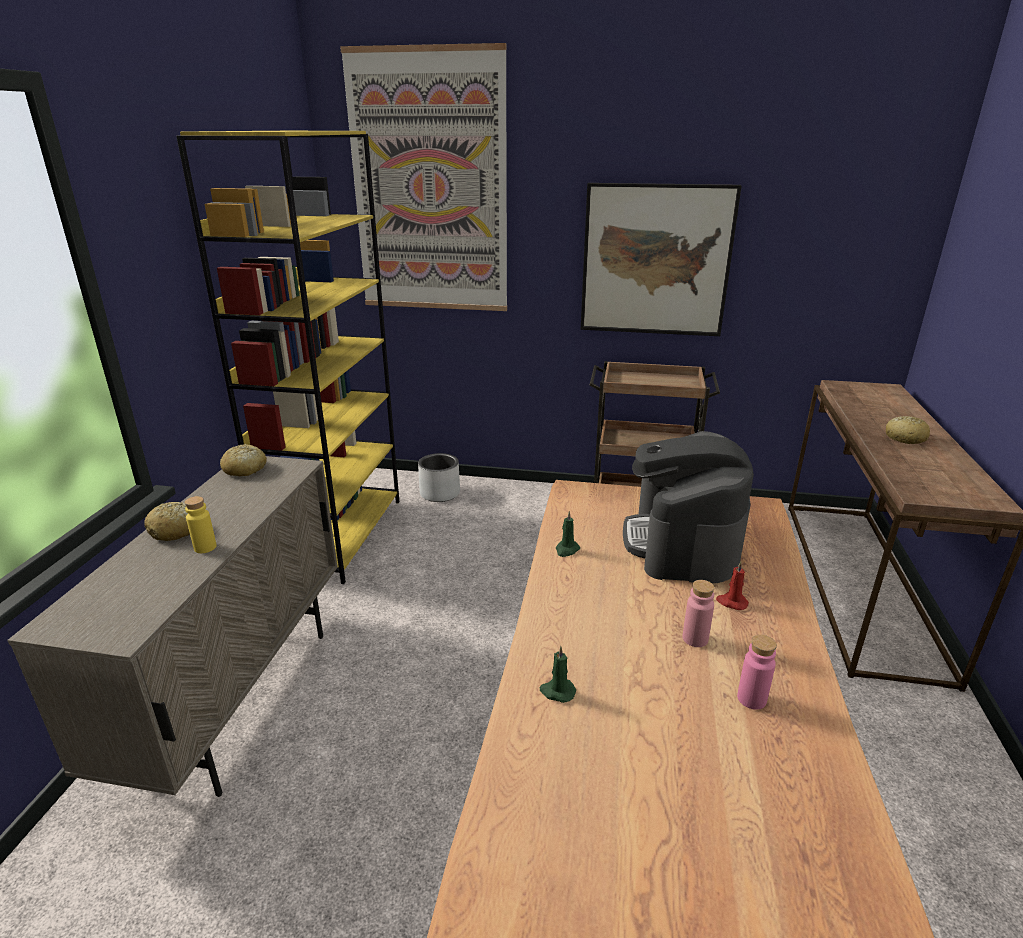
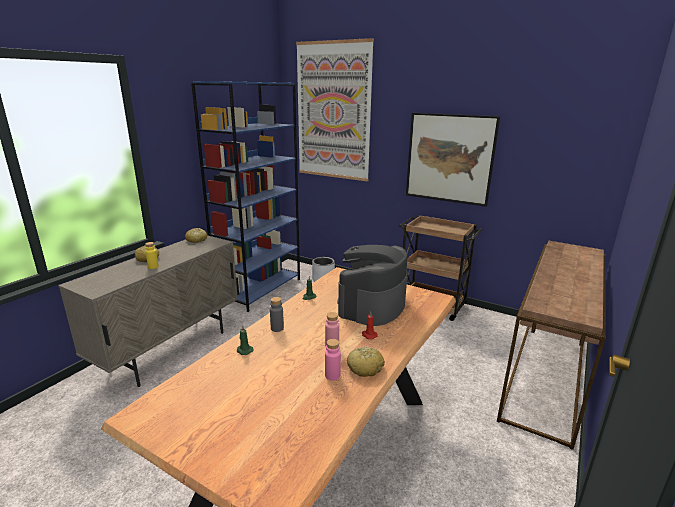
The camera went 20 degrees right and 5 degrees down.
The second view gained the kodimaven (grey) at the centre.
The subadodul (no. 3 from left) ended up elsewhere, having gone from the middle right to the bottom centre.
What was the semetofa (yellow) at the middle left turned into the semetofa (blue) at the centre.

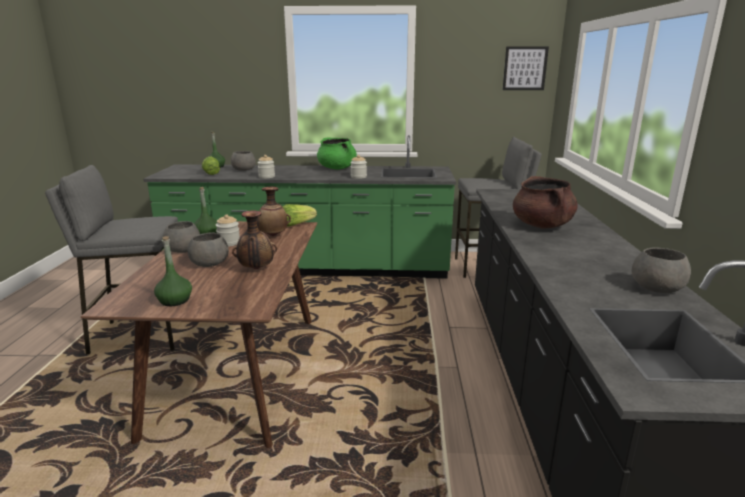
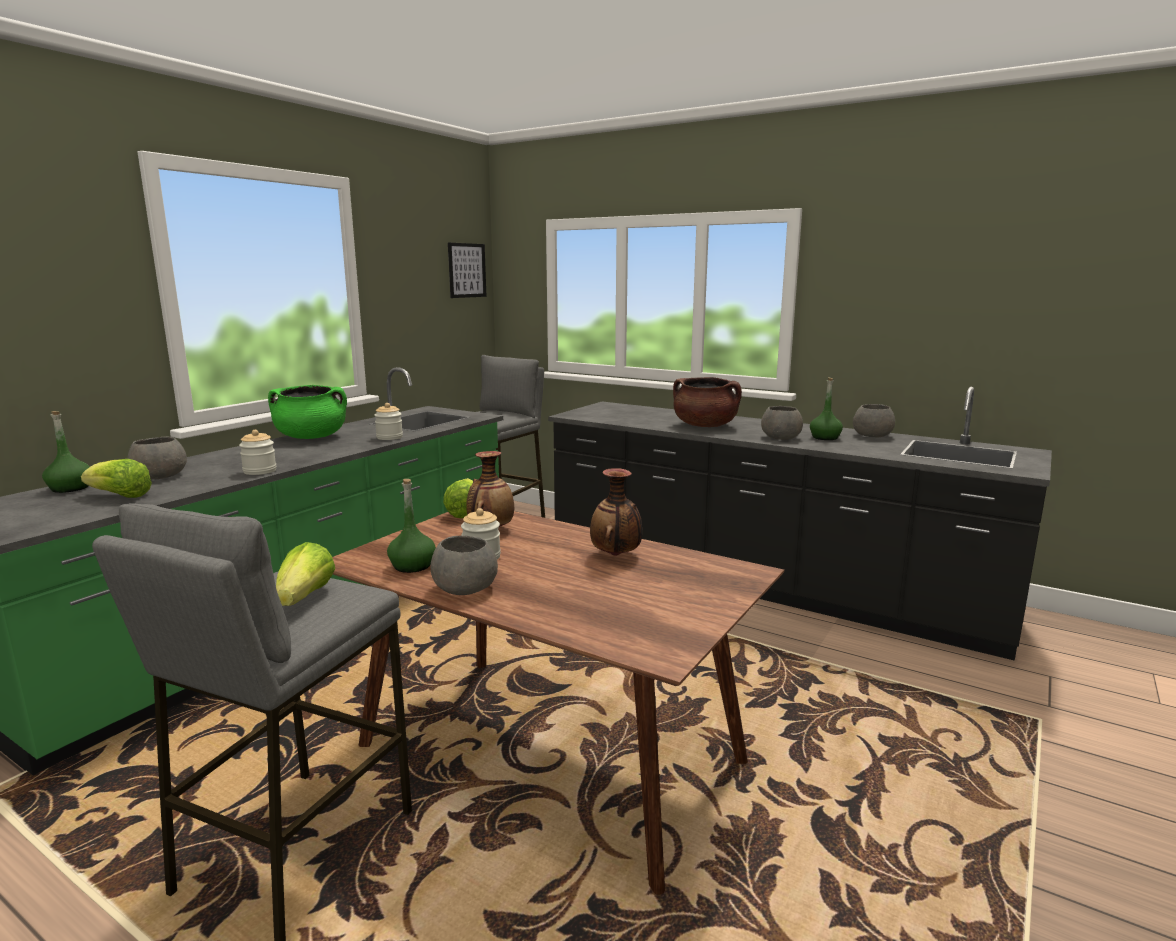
The camera went 60 degrees left and 5 degrees down.
The second view gained the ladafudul (no. 2 from left) at the middle left.
The kodimaven (green) (no. 1 from left in the first image) ended up elsewhere, having gone from the middle left to the middle right.
The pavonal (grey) (no. 2 from left in the first image) ended up elsewhere, having gone from the middle left to the centre.

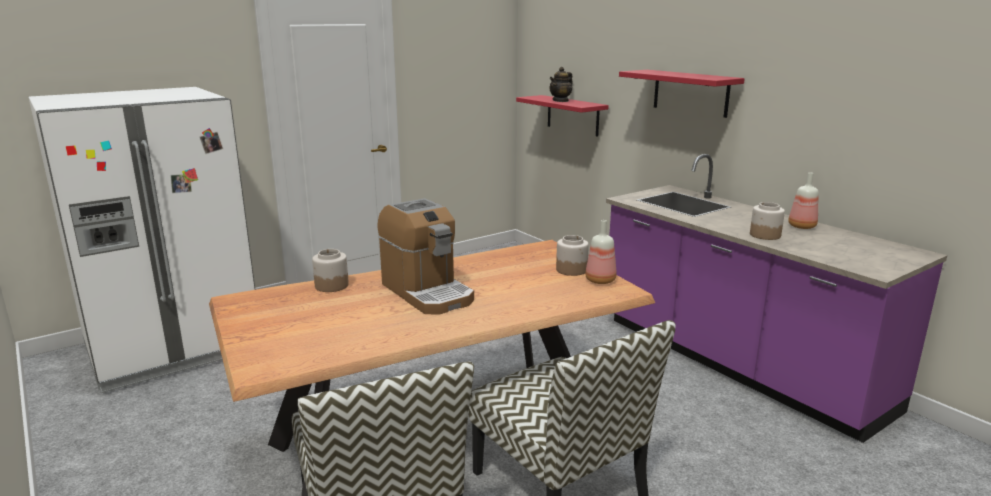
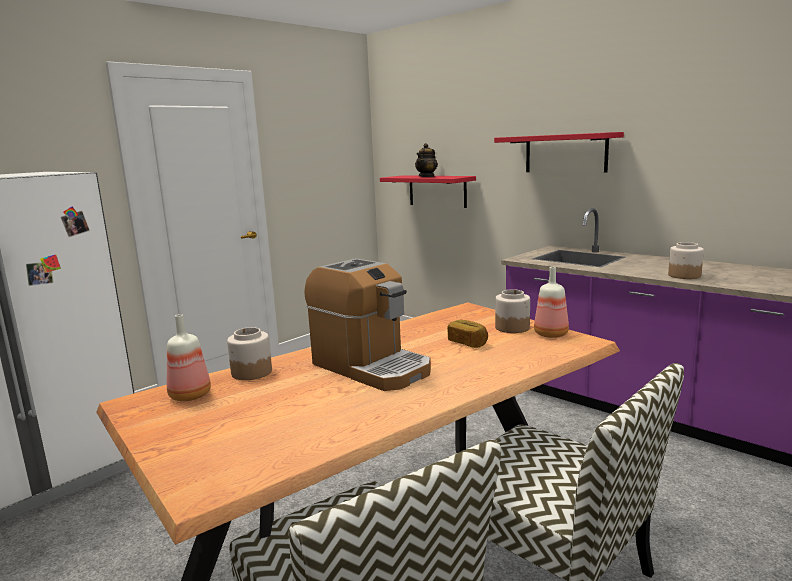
The camera went 10 degrees left and 5 degrees down.
The second view gained the subadodul at the centre.
The kodimaven (no. 2 from left in the first image) ended up elsewhere, having gone from the middle right to the middle left.

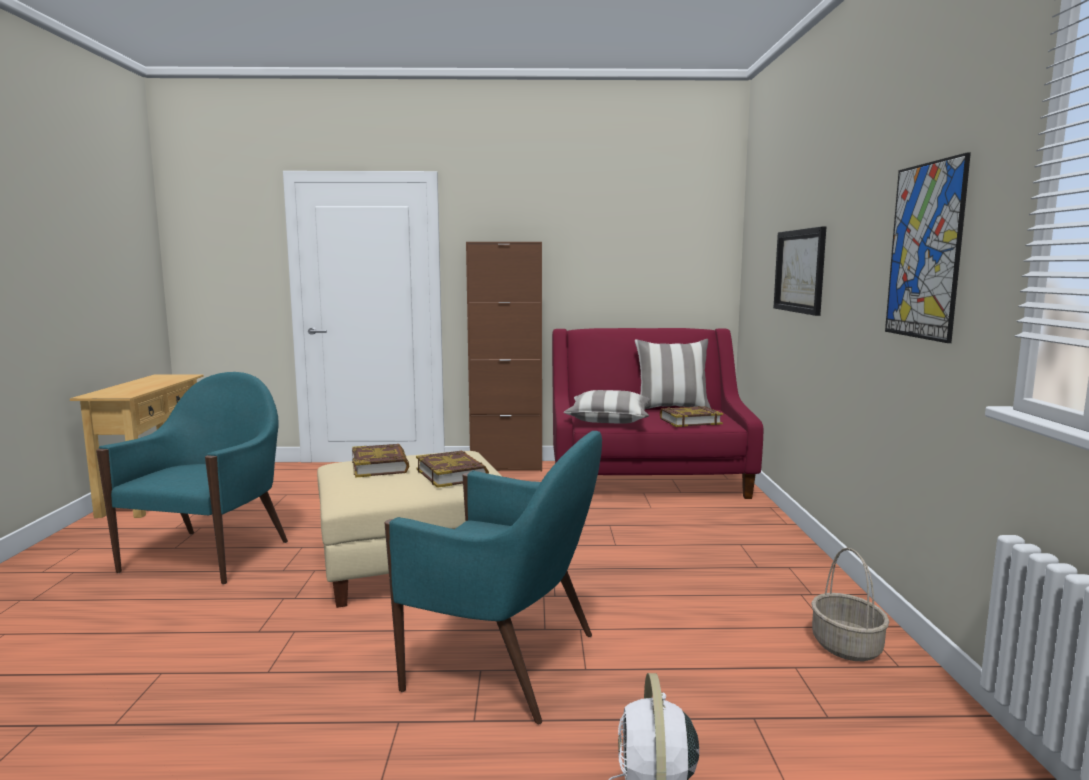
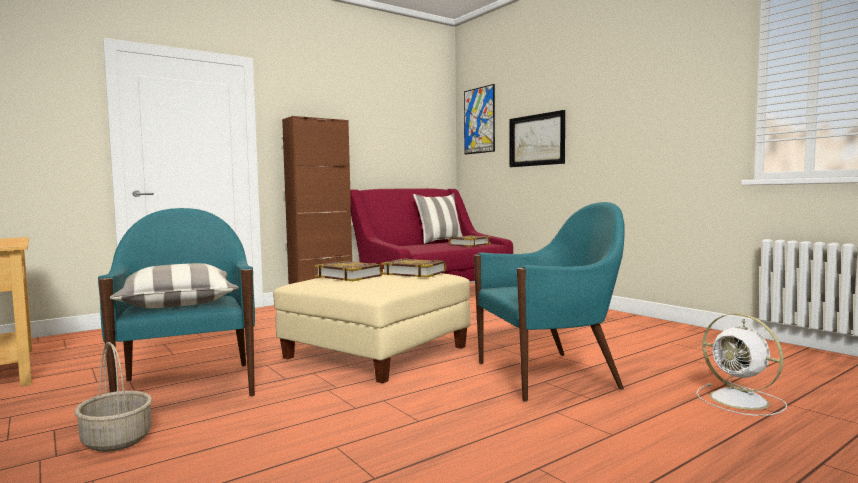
The camera went 35 degrees left and 5 degrees down.
The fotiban (no. 1 from left) ended up elsewhere, having gone from the centre to the middle left.
The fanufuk ended up elsewhere, having gone from the bottom right to the bottom left.
The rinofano (no. 2 from left in the first image) ended up elsewhere, having gone from the top right to the top centre.

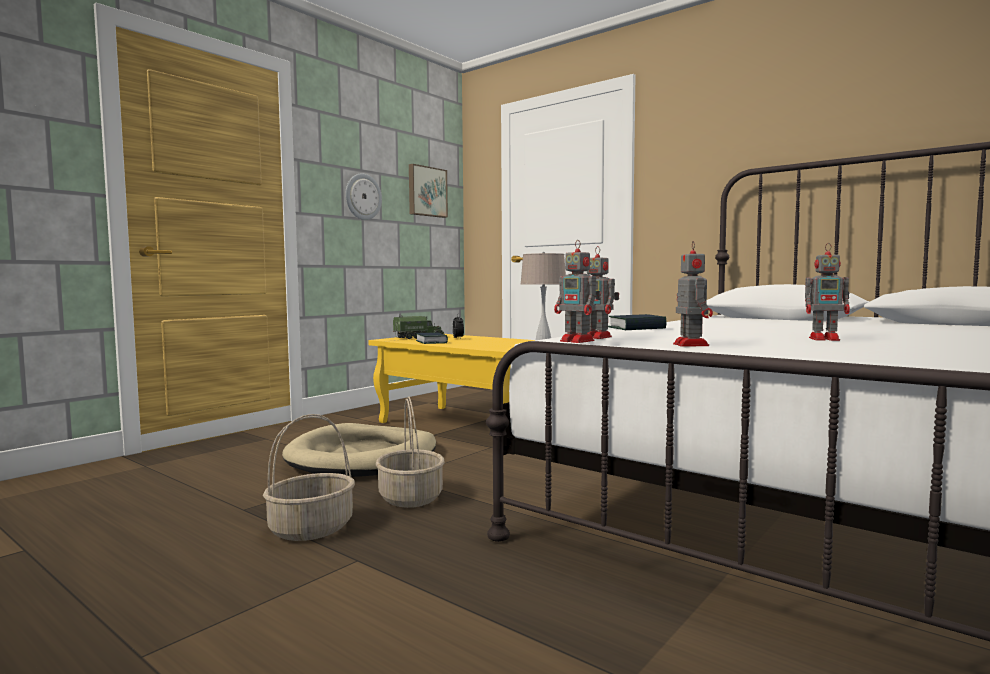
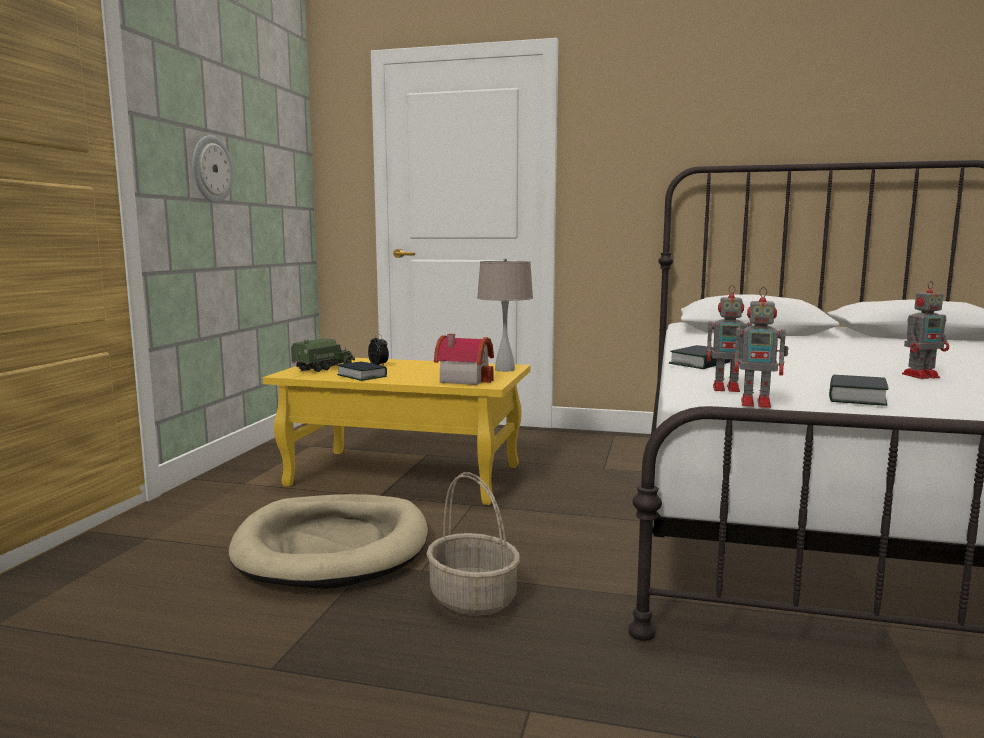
The camera went 25 degrees left and 5 degrees up.
The second view lost the fanufuk (no. 1 from left) at the bottom left.
The second view lost the rinofano at the top centre.
The second view gained the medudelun at the centre.
Where the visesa (no. 3 from left) stood at the middle right, the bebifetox (no. 3 from left) came to stand at the middle right.

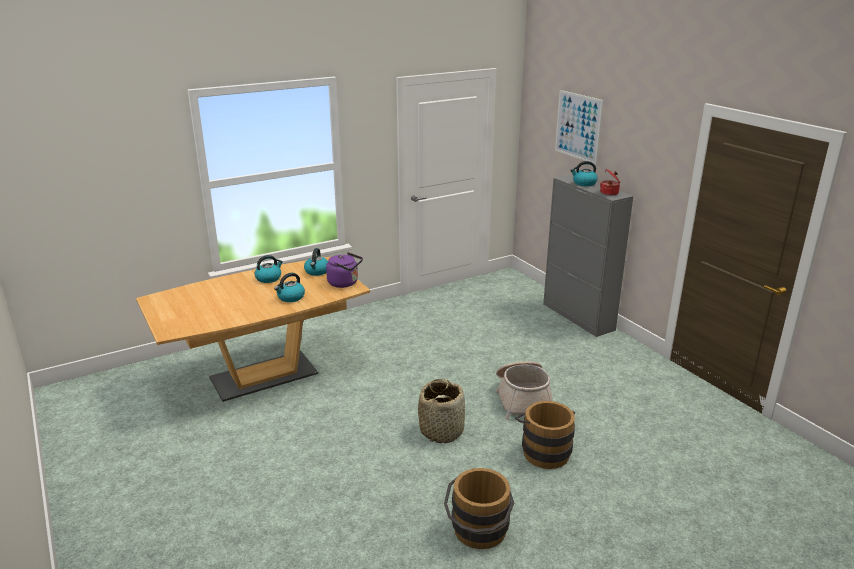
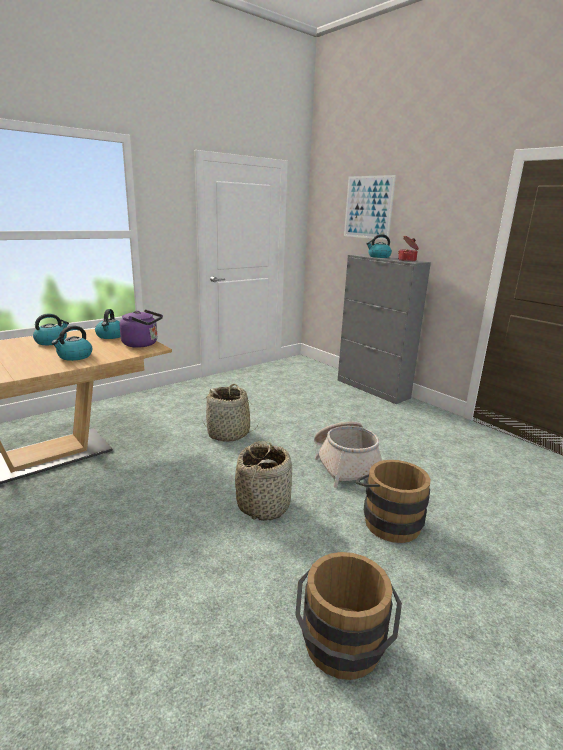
The camera went 10 degrees left and 5 degrees down.
The second view gained the fanufuk (no. 1 from left) at the centre.

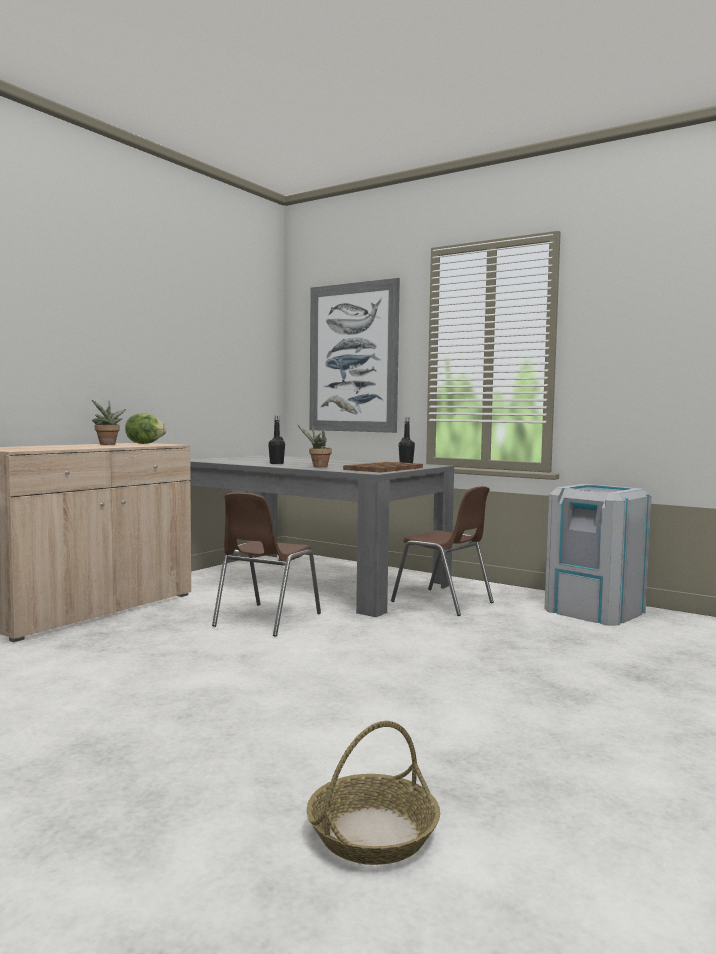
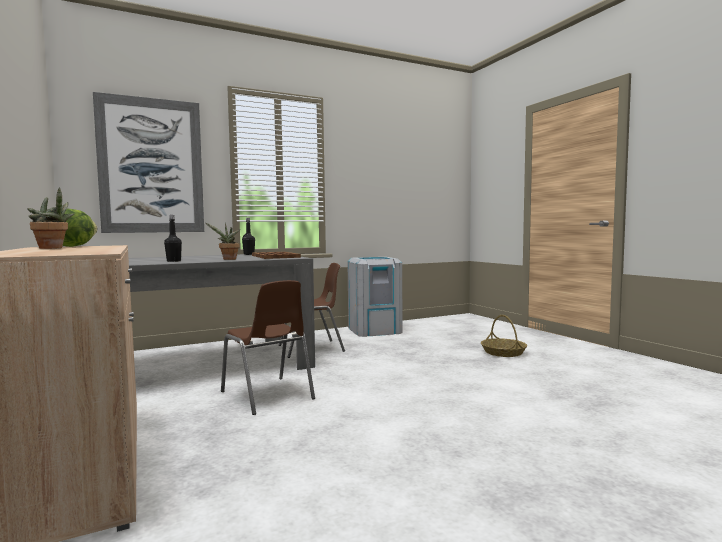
The camera went 60 degrees left and 0 degrees up.
The fanufuk ended up elsewhere, having gone from the bottom centre to the middle right.

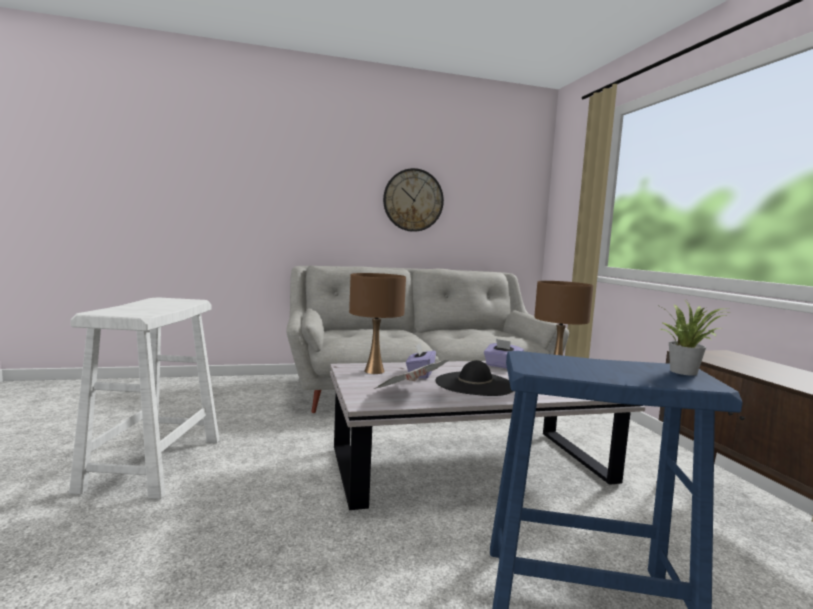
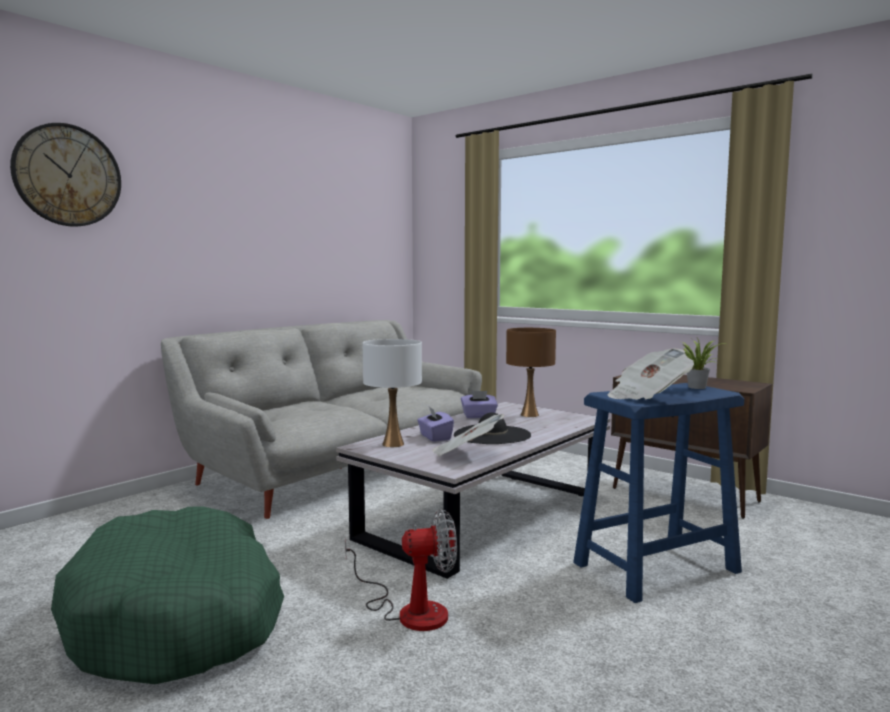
The camera went 35 degrees left and 0 degrees up.
The second view gained the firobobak at the bottom centre.
The second view gained the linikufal (no. 2 from left) at the middle right.
The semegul ended up elsewhere, having gone from the top centre to the top left.
Where the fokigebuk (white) stood at the middle left, the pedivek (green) came to stand at the bottom left.
What was the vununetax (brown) (no. 1 from left) at the centre turned into the vununetax (white) at the centre.

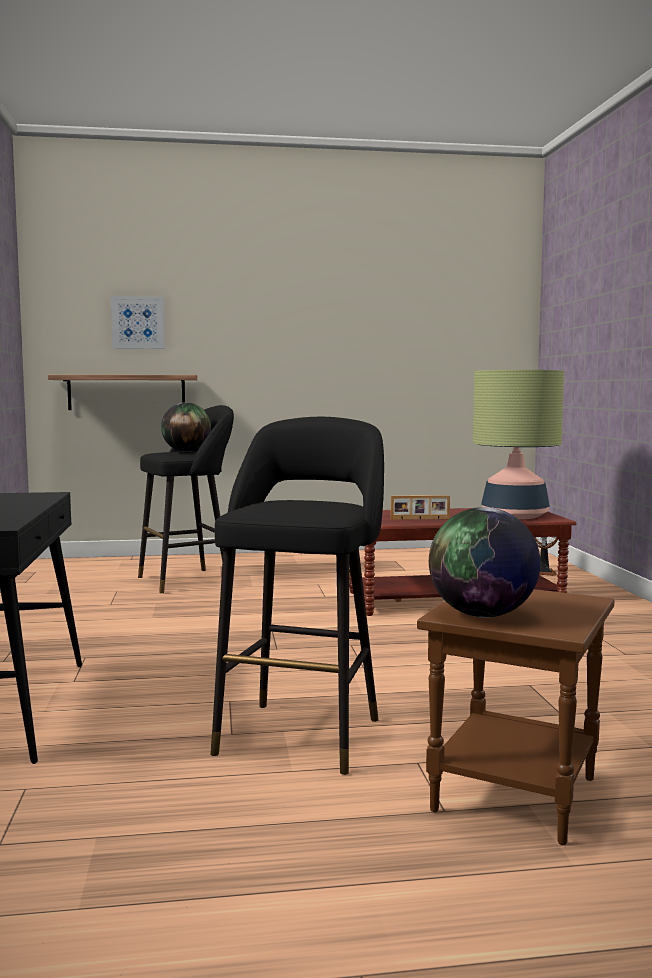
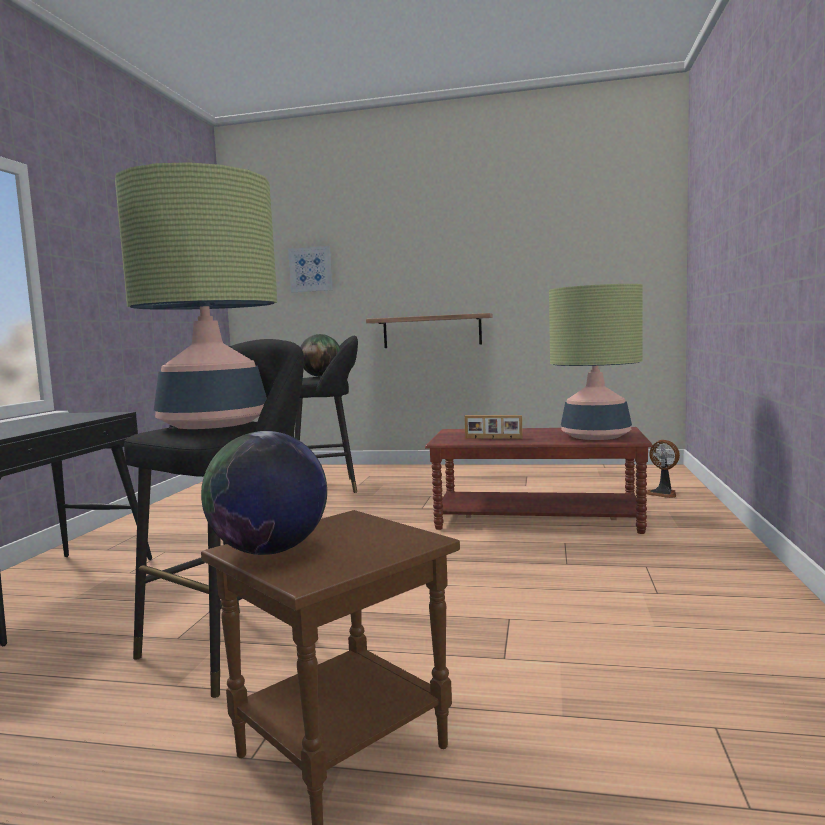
The camera went 20 degrees right and 0 degrees up.
The second view gained the vununetax (no. 1 from left) at the middle left.
The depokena ended up elsewhere, having gone from the middle left to the centre.

